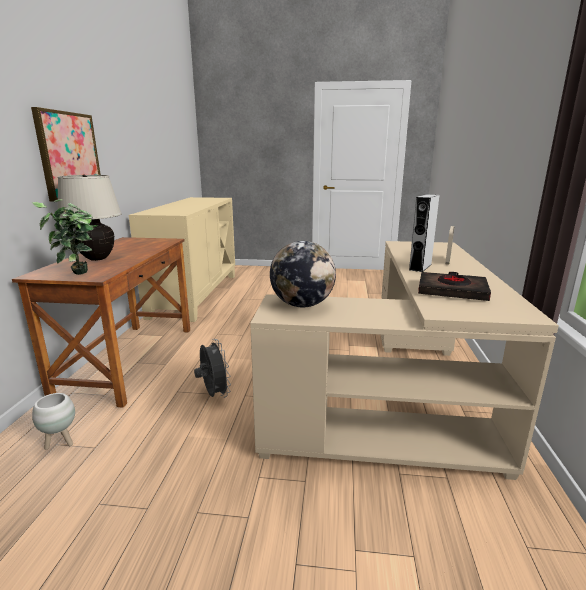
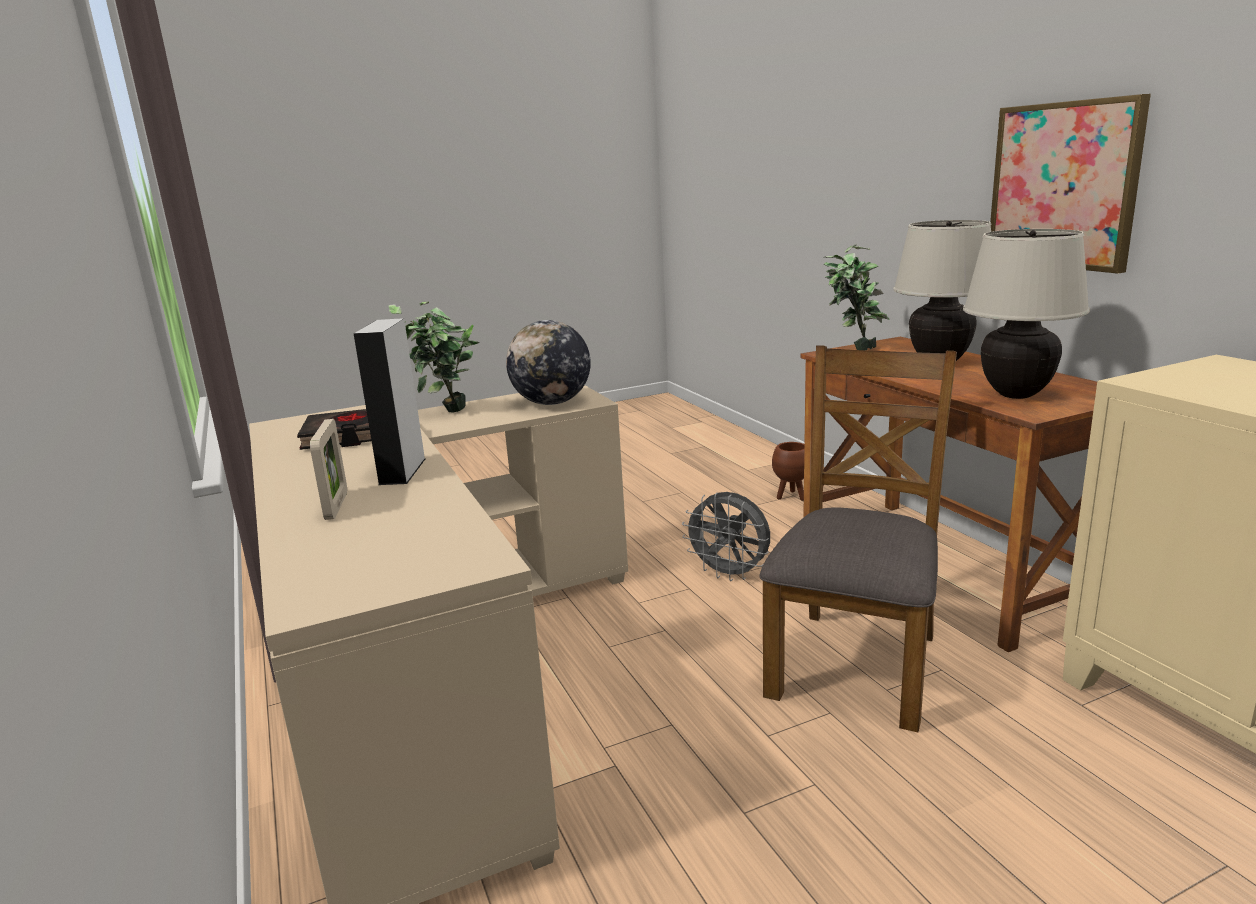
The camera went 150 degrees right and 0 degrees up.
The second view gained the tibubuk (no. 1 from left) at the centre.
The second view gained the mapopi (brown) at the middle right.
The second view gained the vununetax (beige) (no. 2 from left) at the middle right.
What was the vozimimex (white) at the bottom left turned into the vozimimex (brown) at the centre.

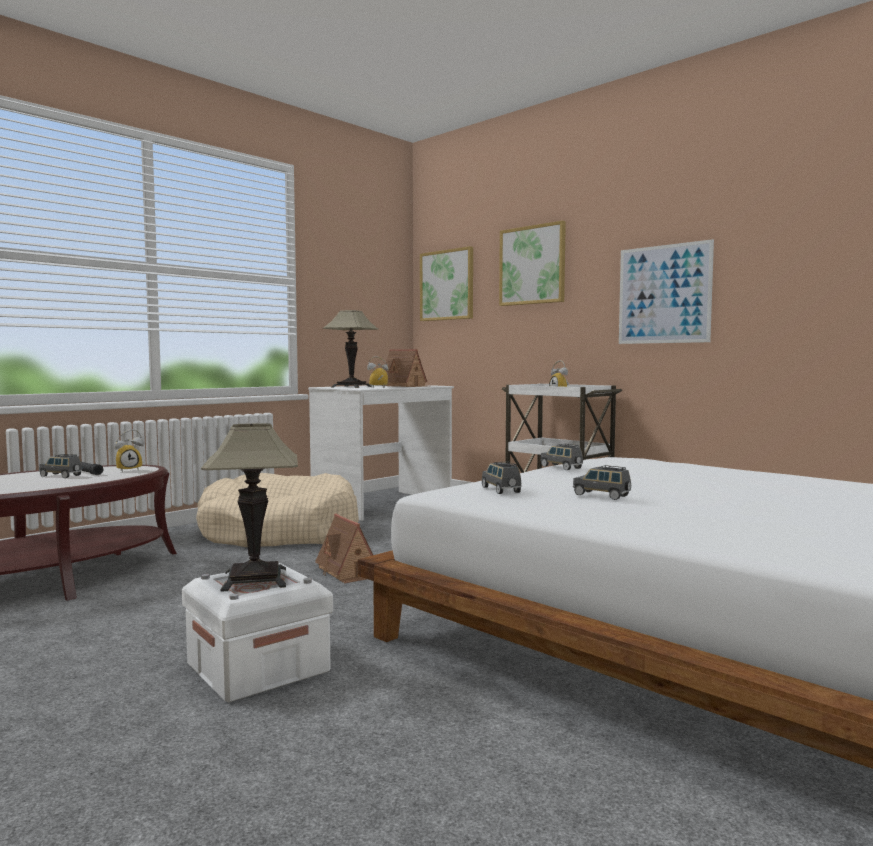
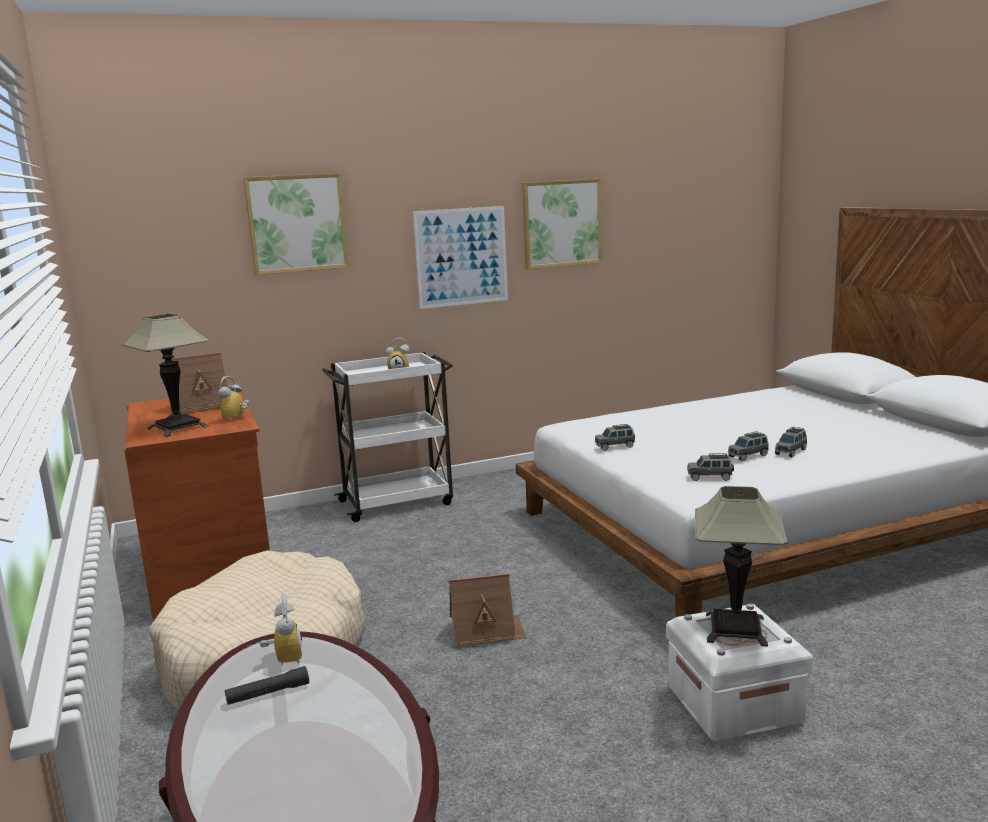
The camera went 65 degrees left and 10 degrees up.
The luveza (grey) (no. 1 from left in the first image) ended up elsewhere, having gone from the middle left to the middle right.
The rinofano (no. 1 from left in the first image) ended up elsewhere, having gone from the centre to the top centre.
What was the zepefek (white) at the centre turned into the zepefek (brown) at the middle left.

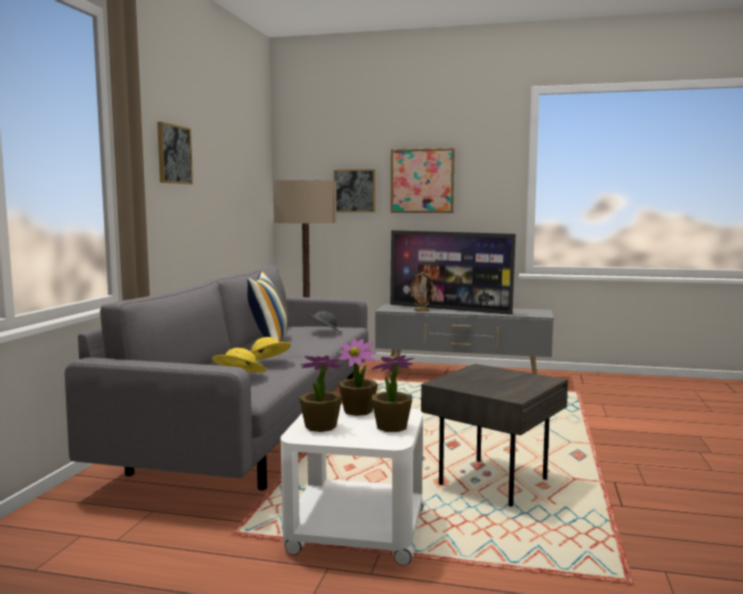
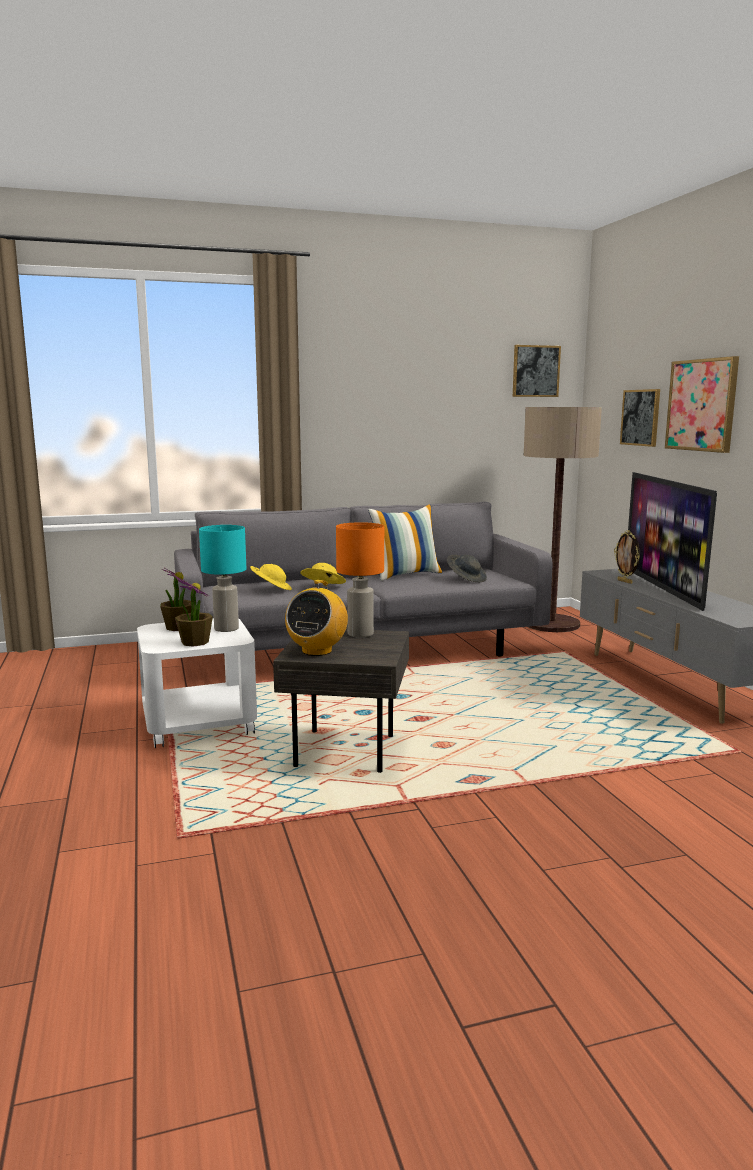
The camera went 60 degrees right and 5 degrees up.
The second view gained the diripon at the centre.
The second view gained the vununetax (orange) at the centre.
The rinofano (no. 1 from left) ended up elsewhere, having gone from the top left to the top right.
Where the tibubuk (no. 2 from left) stood at the centre, the vununetax (turquoise) came to stand at the middle left.

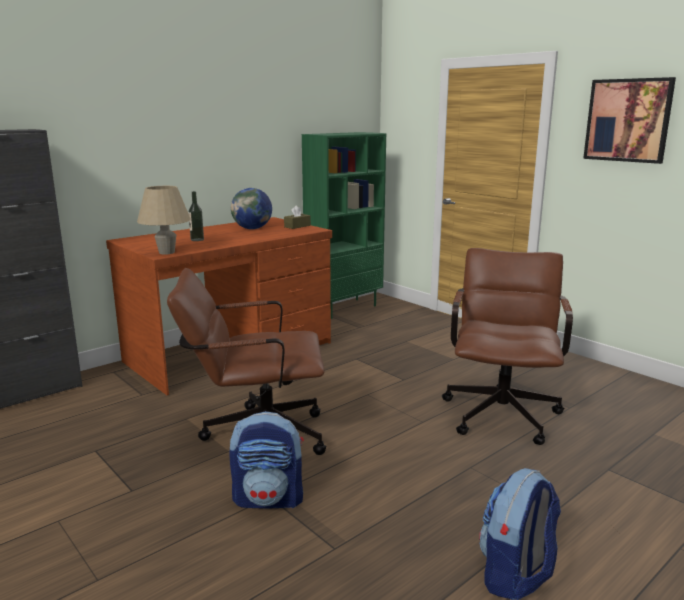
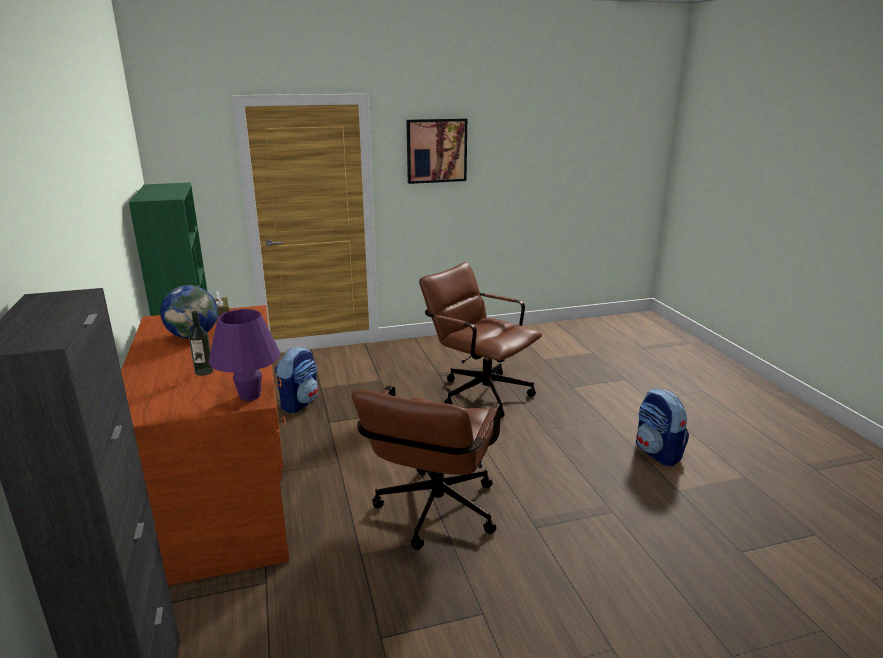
The camera went 65 degrees left and 5 degrees up.
The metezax (no. 1 from left) ended up elsewhere, having gone from the bottom centre to the centre.
What was the vununetax (beige) at the middle left turned into the vununetax (purple) at the middle left.

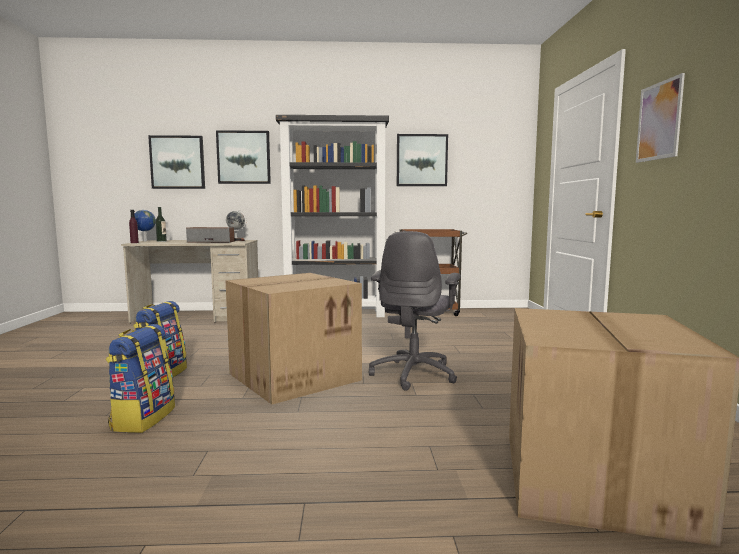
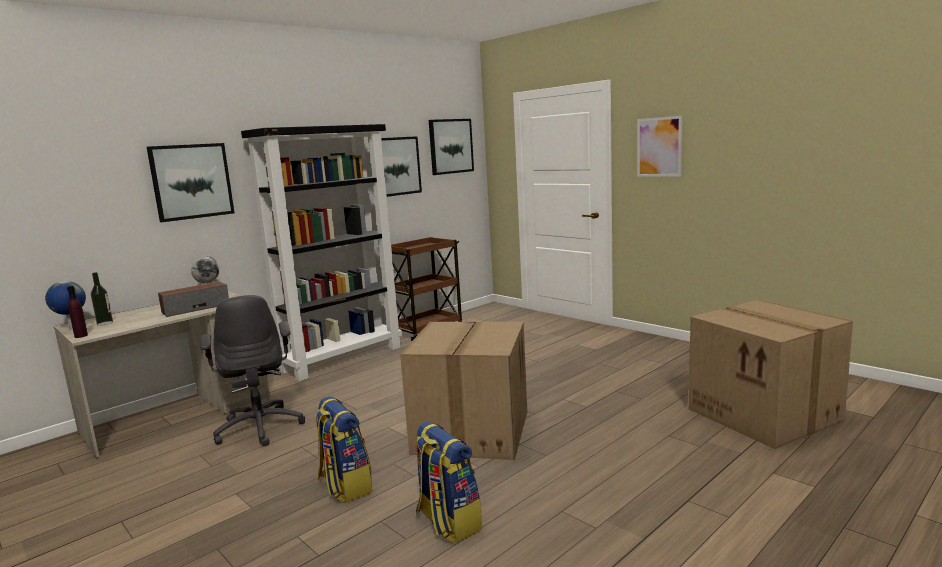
The camera went 40 degrees left and 5 degrees up.
The rinofano (no. 1 from left in the first image) ended up elsewhere, having gone from the top left to the top centre.
The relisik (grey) ended up elsewhere, having gone from the centre to the middle left.

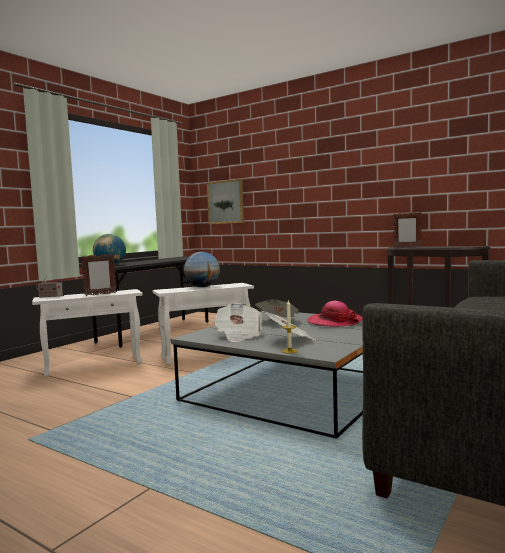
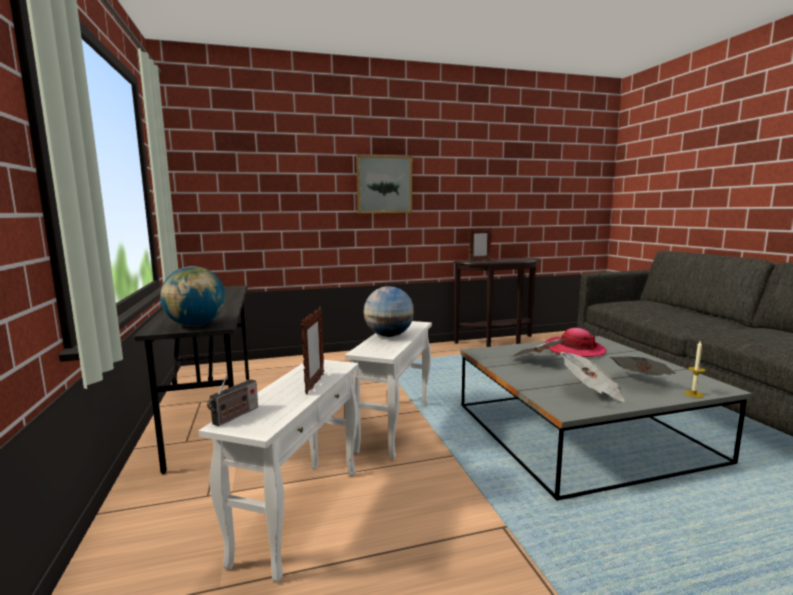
The camera went 50 degrees left and 5 degrees up.
The rinofano ended up elsewhere, having gone from the centre to the top centre.

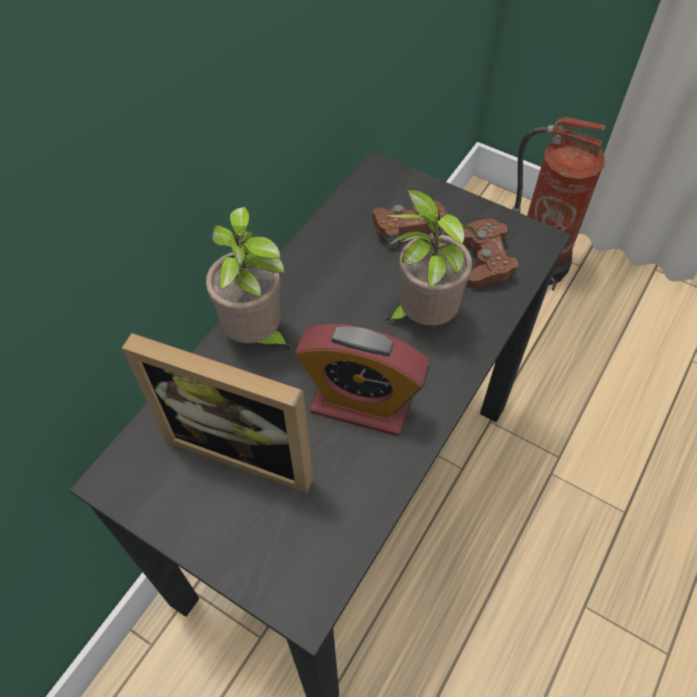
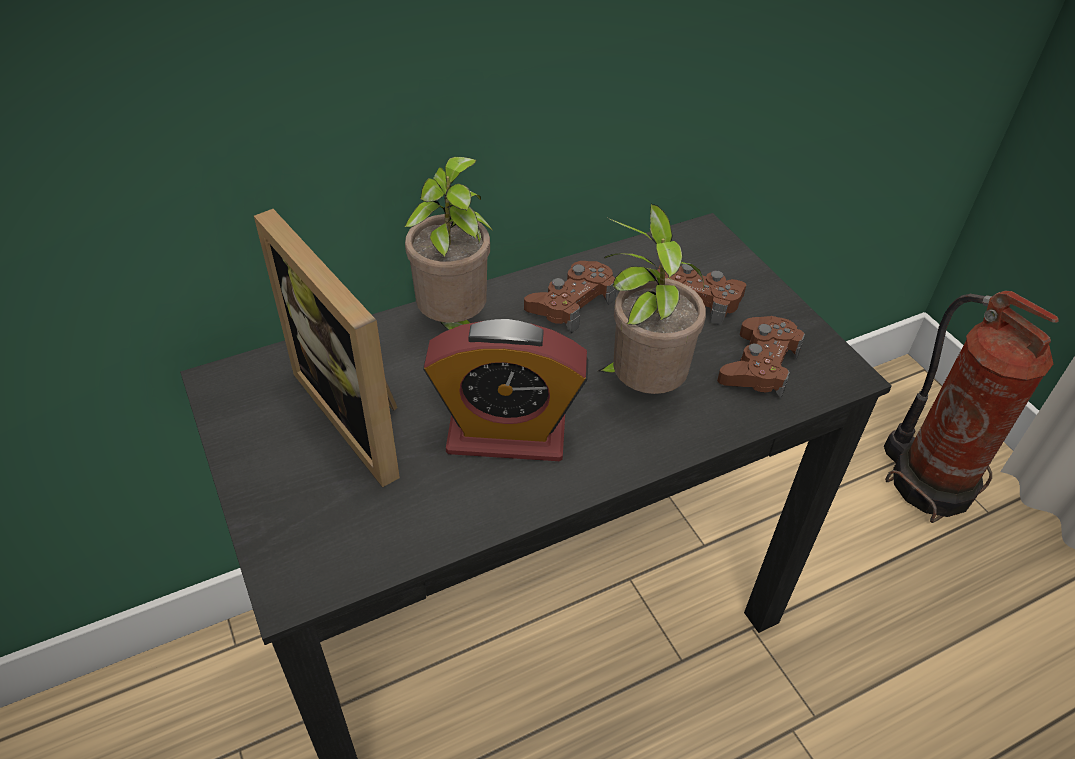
The camera went 30 degrees right and 10 degrees down.
The second view gained the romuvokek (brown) (no. 1 from left) at the centre.
The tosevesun at the centre ended up facing another way, 45 degrees counterclockwise from before.

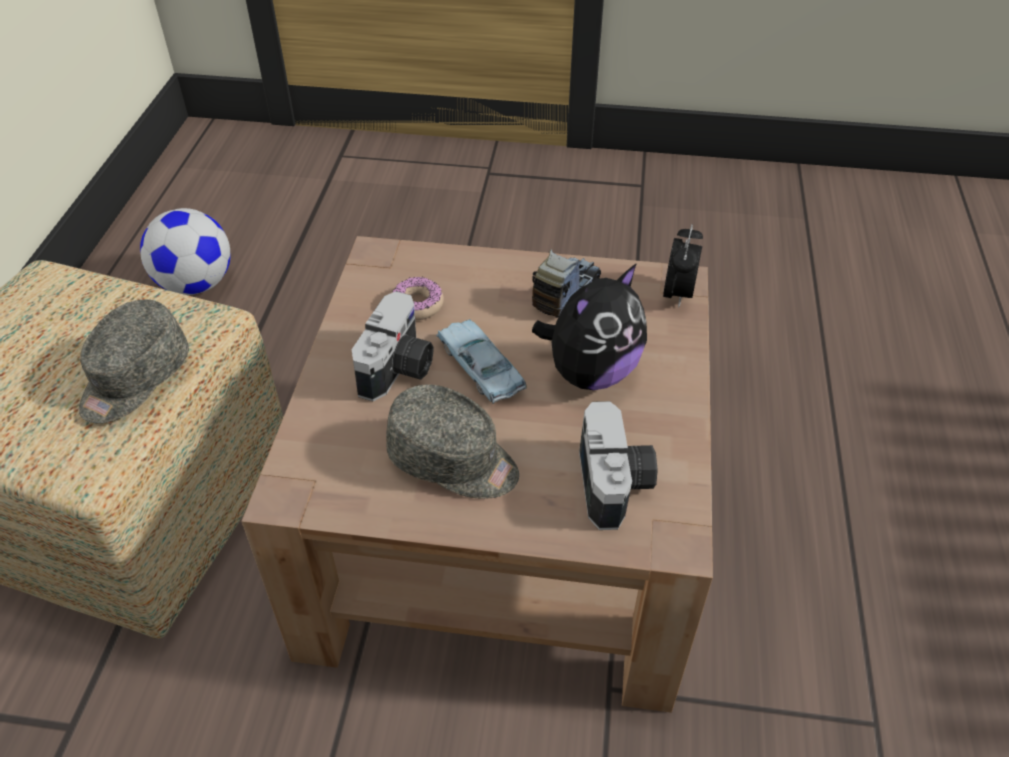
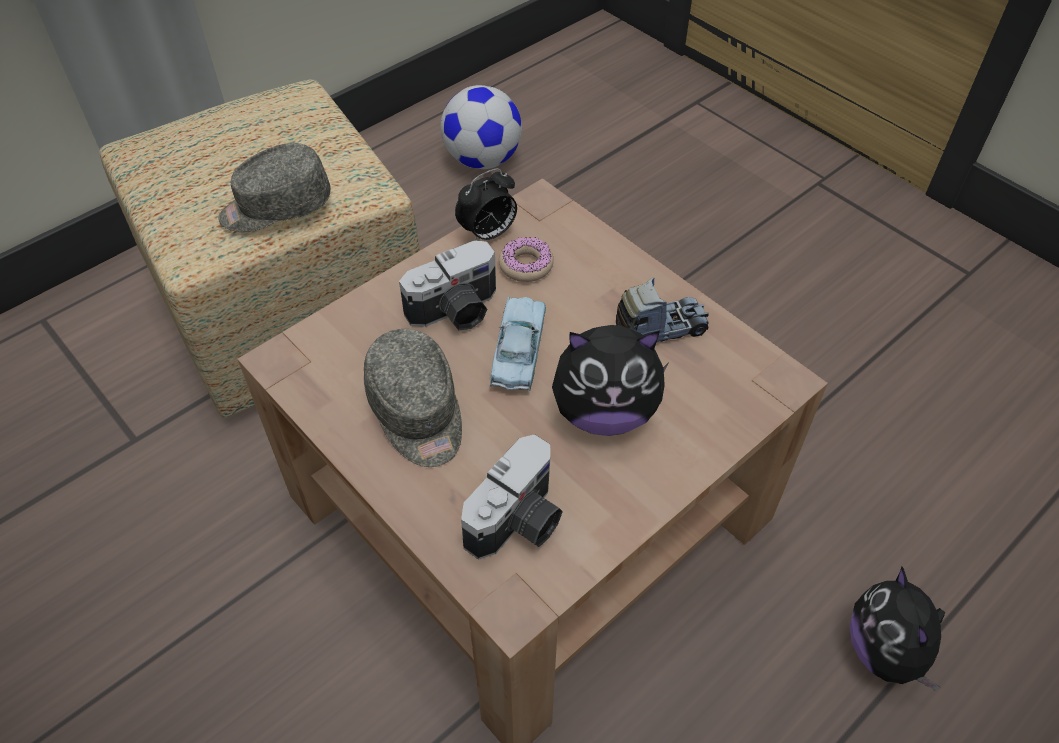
The camera went 40 degrees right and 5 degrees up.
The second view gained the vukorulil (no. 2 from left) at the bottom right.
The tosevesun ended up elsewhere, having gone from the middle right to the top centre.

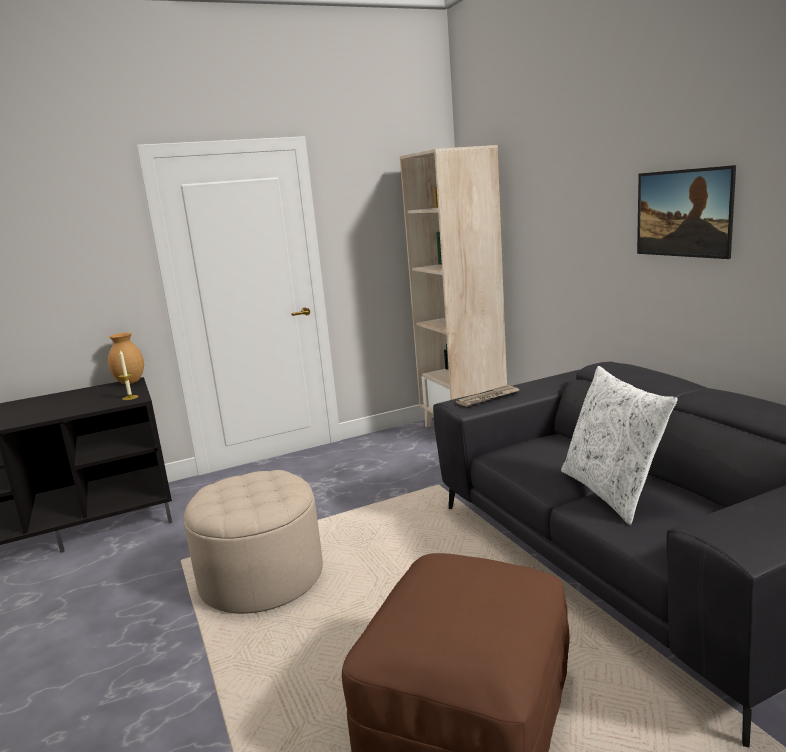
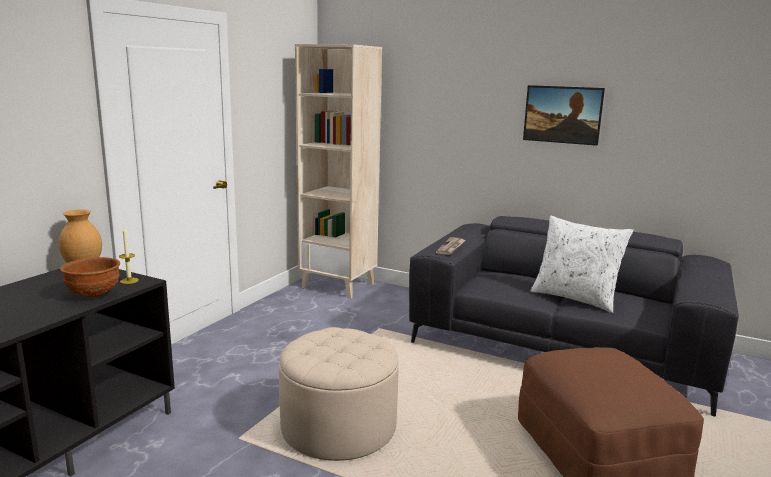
The camera went 40 degrees left and 0 degrees up.
The second view gained the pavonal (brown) at the middle left.

